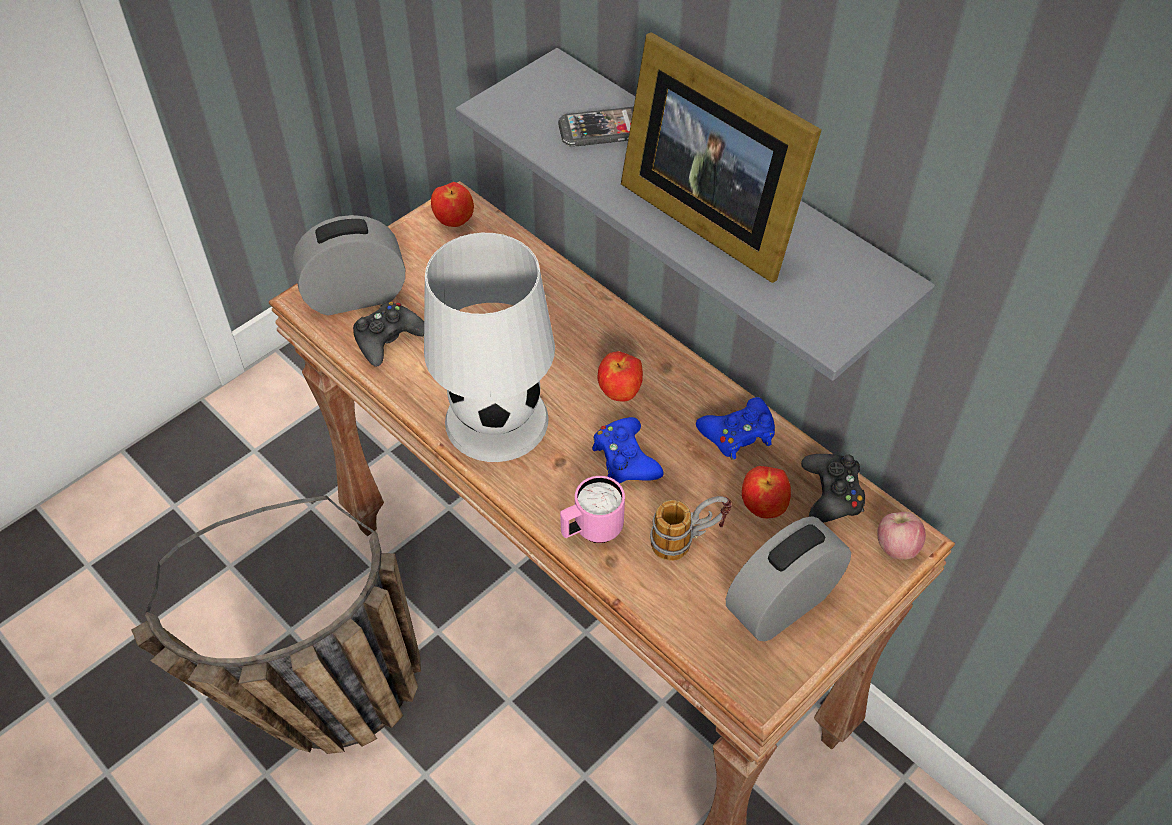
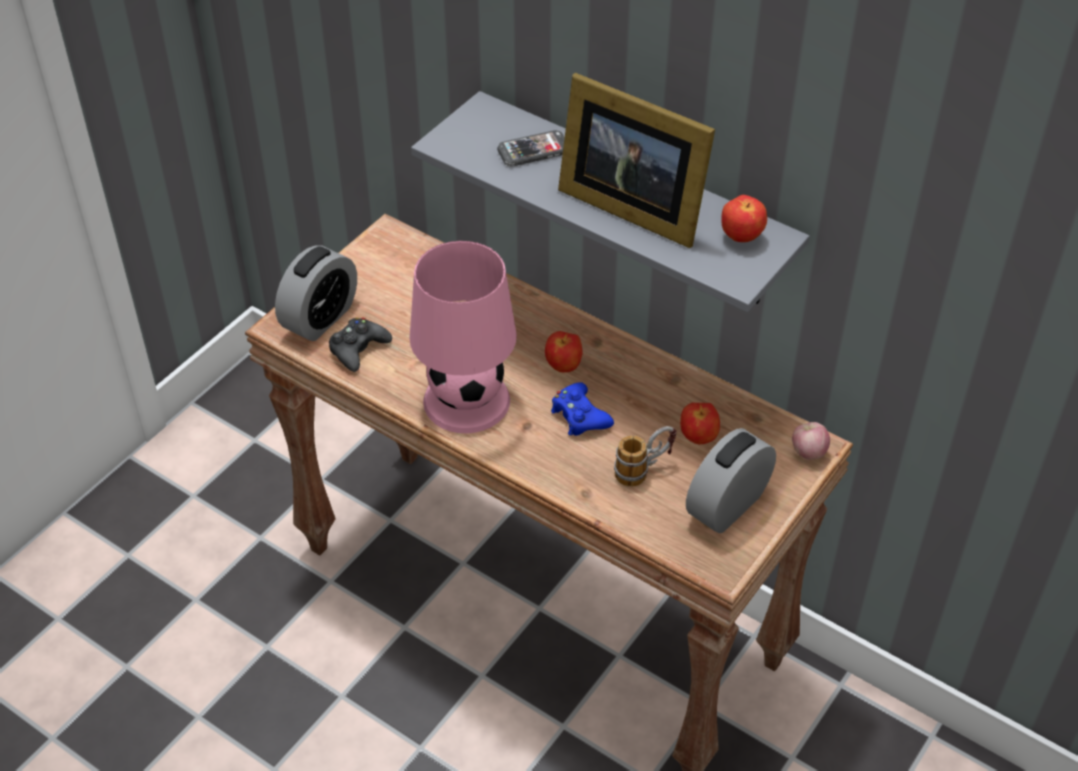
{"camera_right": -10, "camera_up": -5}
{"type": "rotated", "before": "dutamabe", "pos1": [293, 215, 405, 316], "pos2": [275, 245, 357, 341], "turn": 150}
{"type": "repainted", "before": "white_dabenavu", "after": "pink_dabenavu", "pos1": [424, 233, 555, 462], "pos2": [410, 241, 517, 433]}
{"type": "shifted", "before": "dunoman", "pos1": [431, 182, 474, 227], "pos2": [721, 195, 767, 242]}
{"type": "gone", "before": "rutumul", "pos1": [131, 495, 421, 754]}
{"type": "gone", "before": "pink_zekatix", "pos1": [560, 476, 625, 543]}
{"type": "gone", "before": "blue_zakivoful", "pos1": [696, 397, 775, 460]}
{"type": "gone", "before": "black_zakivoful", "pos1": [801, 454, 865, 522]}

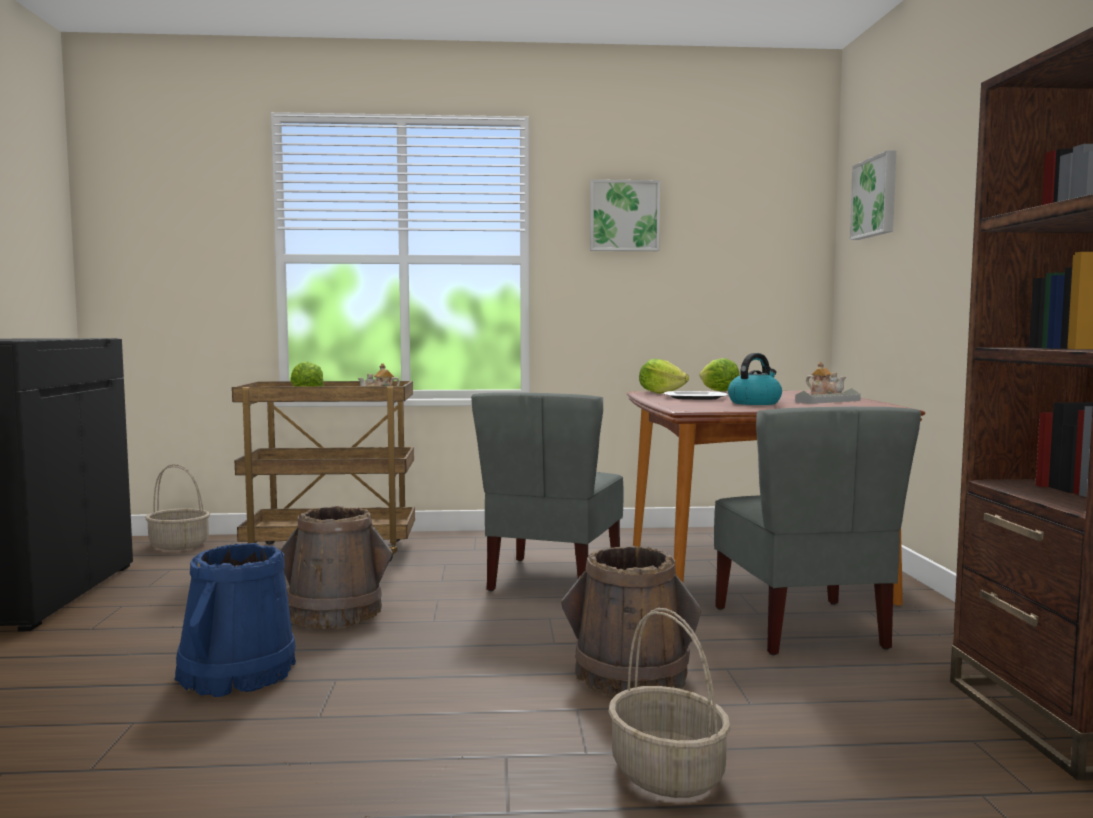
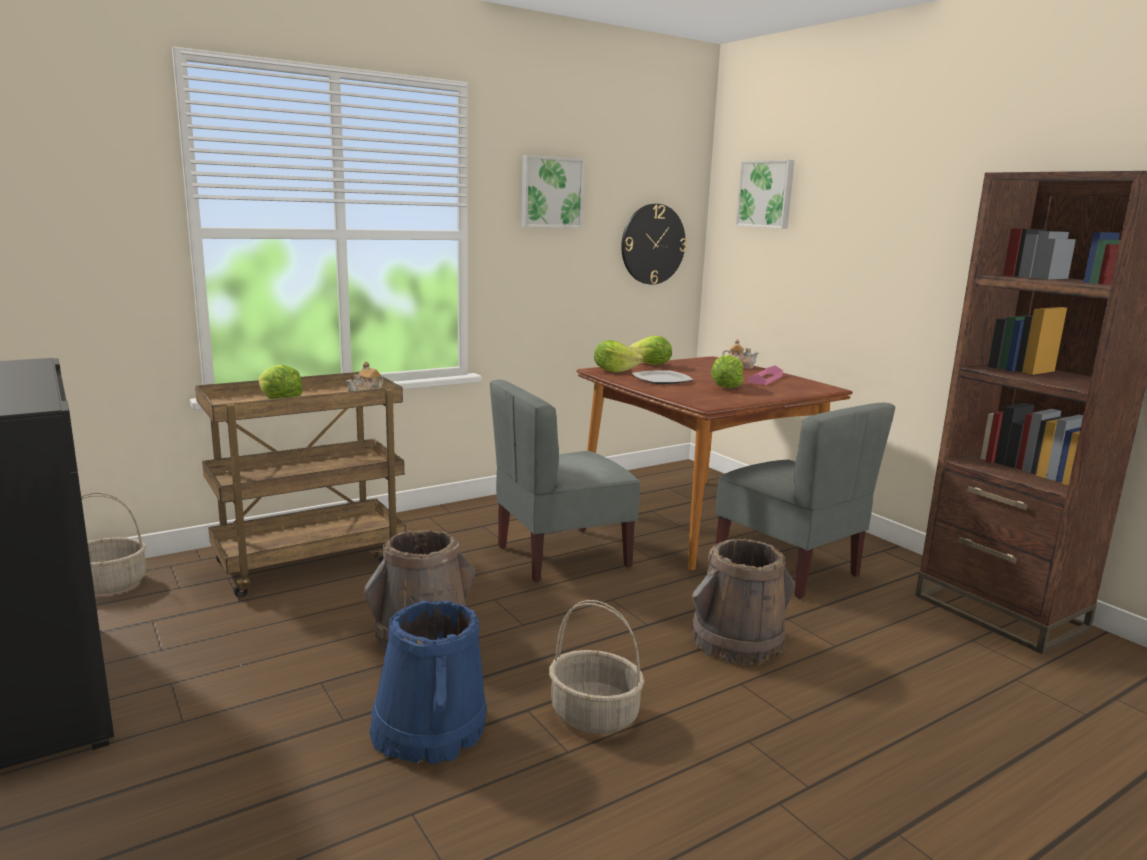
{"camera_right": -30, "camera_up": 10}
{"type": "rotated", "before": "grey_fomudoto", "pos1": [471, 392, 623, 591], "pos2": [490, 380, 640, 582], "turn": 75}
{"type": "shifted", "before": "rutumul", "pos1": [608, 608, 731, 798], "pos2": [549, 600, 644, 734]}
{"type": "new", "after": "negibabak", "pos2": [621, 204, 687, 285]}
{"type": "swapped", "before": "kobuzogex", "after": "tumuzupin", "pos1": [728, 353, 782, 405], "pos2": [711, 355, 743, 388]}
{"type": "repainted", "before": "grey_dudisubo", "after": "pink_dudisubo", "pos1": [795, 388, 861, 404], "pos2": [748, 366, 783, 385]}

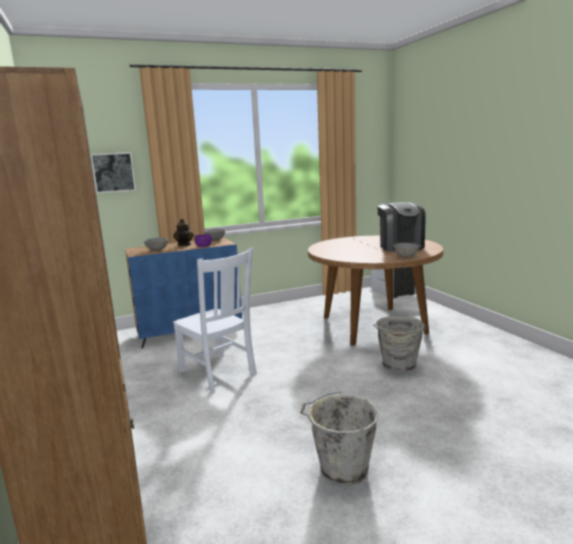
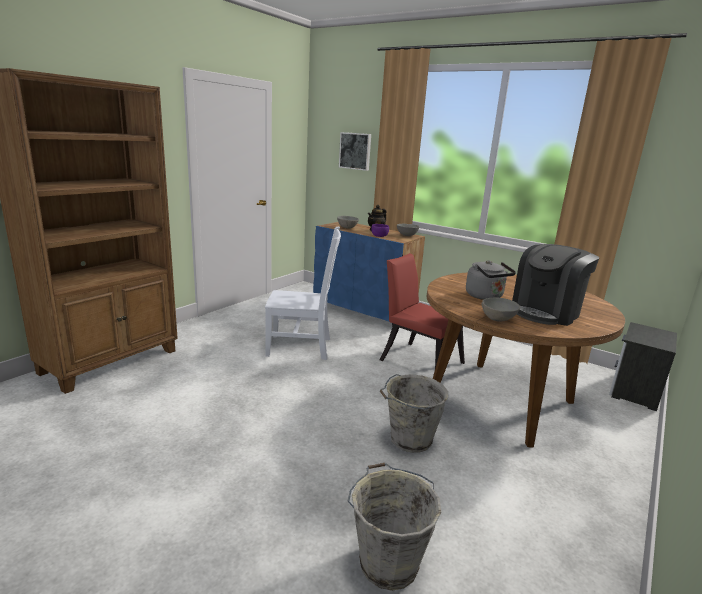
{"camera_right": 55, "camera_up": 5}
{"type": "rotated", "before": "white_fomudoto", "pos1": [173, 248, 257, 393], "pos2": [265, 226, 341, 360], "turn": -105}
{"type": "shifted", "before": "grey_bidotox", "pos1": [300, 392, 379, 486], "pos2": [348, 463, 441, 591]}
{"type": "new", "after": "red_fomudoto", "pos2": [380, 253, 465, 368]}
{"type": "new", "after": "grey_kobuzogex", "pos2": [466, 260, 516, 300]}

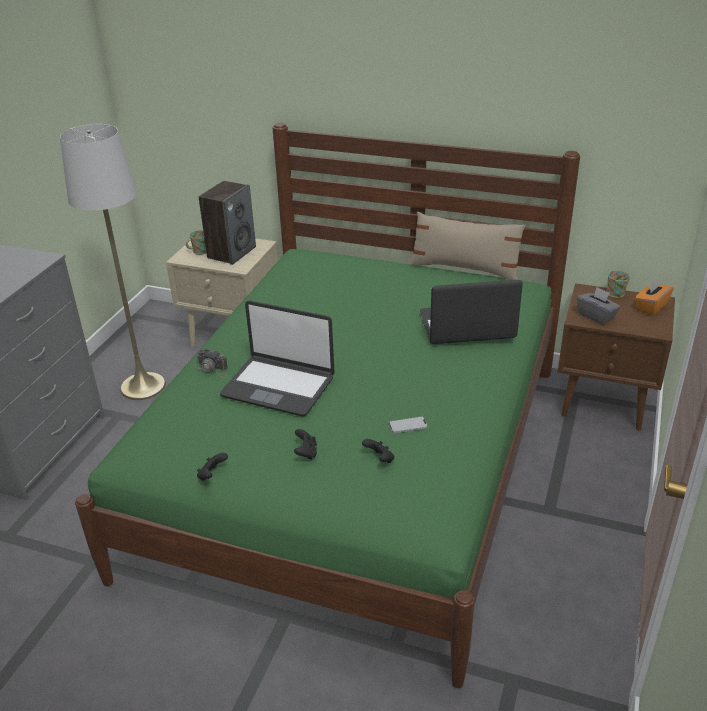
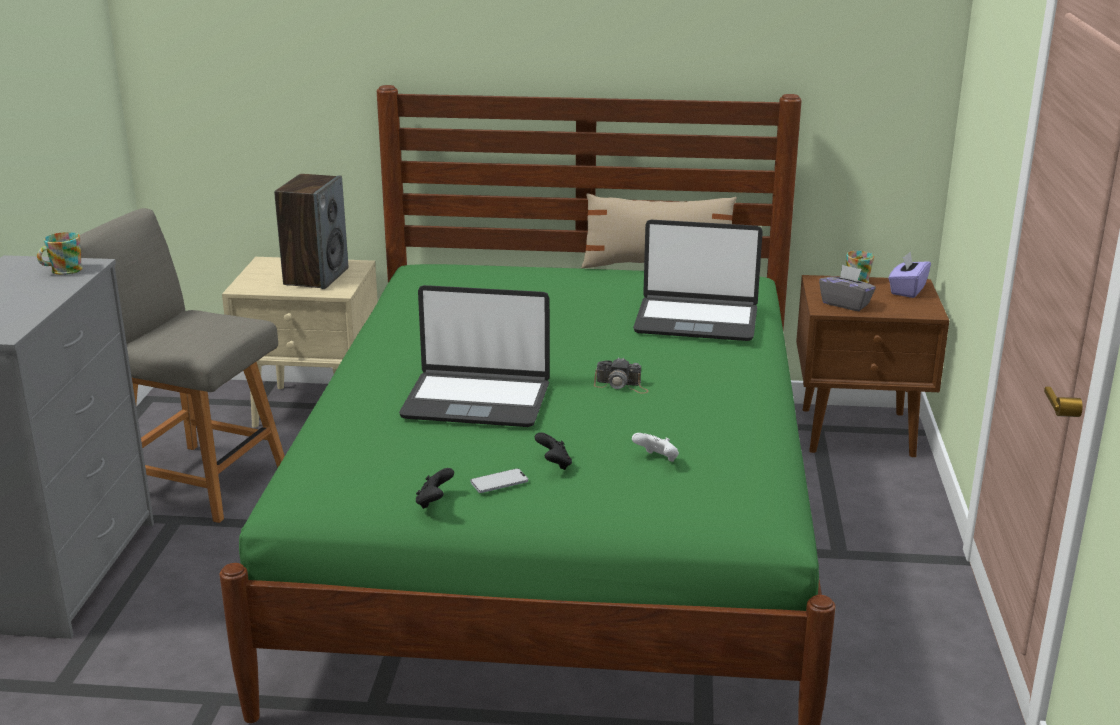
{"camera_right": -15, "camera_up": -10}
{"type": "shifted", "before": "zekatix", "pos1": [186, 230, 206, 255], "pos2": [37, 232, 83, 275]}
{"type": "swapped", "before": "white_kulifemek", "after": "grey_fomudoto", "pos1": [60, 124, 166, 400], "pos2": [80, 208, 285, 523]}
{"type": "shifted", "before": "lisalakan", "pos1": [389, 416, 428, 433], "pos2": [470, 468, 528, 493]}
{"type": "shifted", "before": "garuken", "pos1": [195, 349, 228, 378], "pos2": [594, 357, 648, 393]}
{"type": "repainted", "before": "black_zakivoful", "after": "white_zakivoful", "pos1": [362, 439, 394, 463], "pos2": [632, 433, 679, 462]}
{"type": "rotated", "before": "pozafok", "pos1": [420, 280, 523, 344], "pos2": [633, 220, 763, 341], "turn": -150}
{"type": "repainted", "before": "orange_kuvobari", "after": "purple_kuvobari", "pos1": [635, 279, 674, 315], "pos2": [888, 252, 931, 298]}

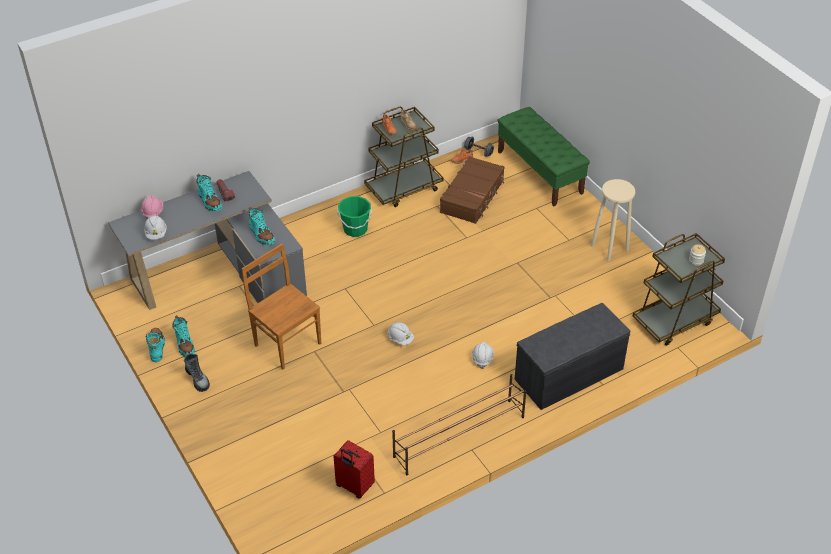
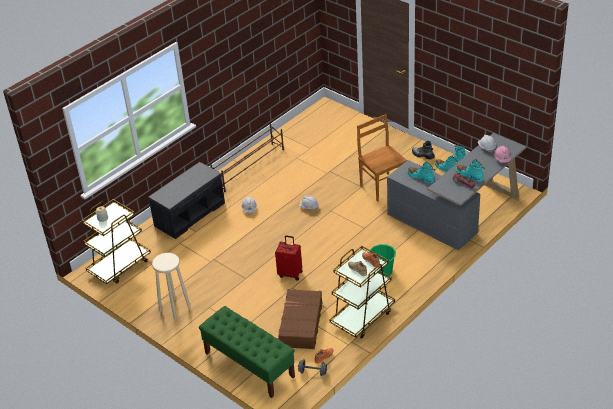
{"camera_right": 165, "camera_up": -5}
{"type": "shifted", "before": "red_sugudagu", "pos1": [333, 440, 375, 499], "pos2": [275, 235, 303, 281]}
{"type": "rotated", "before": "brown_fomudoto", "pos1": [242, 243, 321, 369], "pos2": [357, 114, 407, 202], "turn": -150}

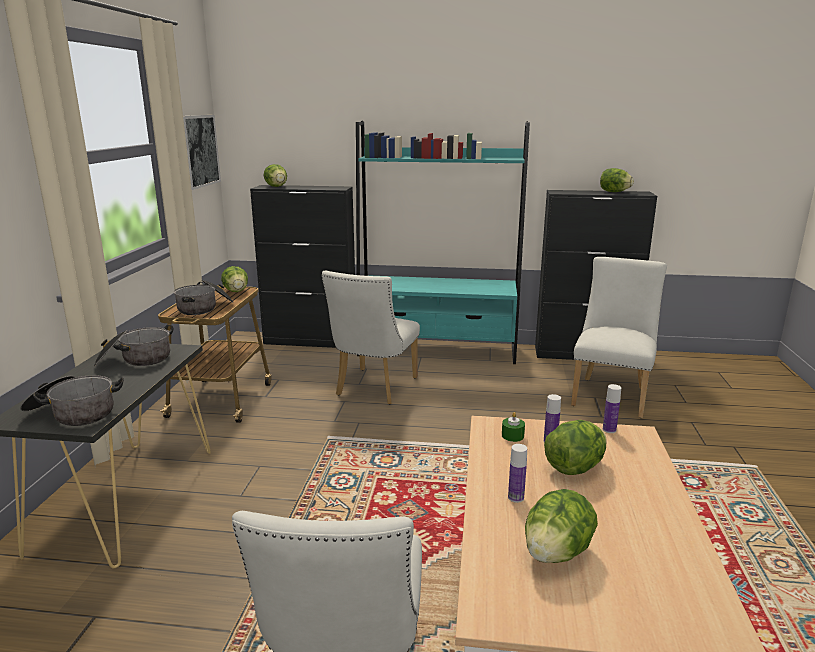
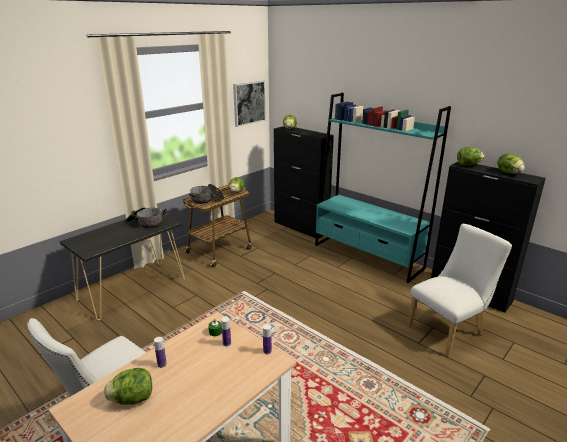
{"camera_right": 35, "camera_up": 5}
{"type": "shifted", "before": "tumuzupin", "pos1": [544, 420, 607, 475], "pos2": [457, 147, 484, 166]}
{"type": "gone", "before": "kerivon", "pos1": [20, 375, 124, 426]}
{"type": "gone", "before": "white_fomudoto", "pos1": [322, 271, 420, 404]}

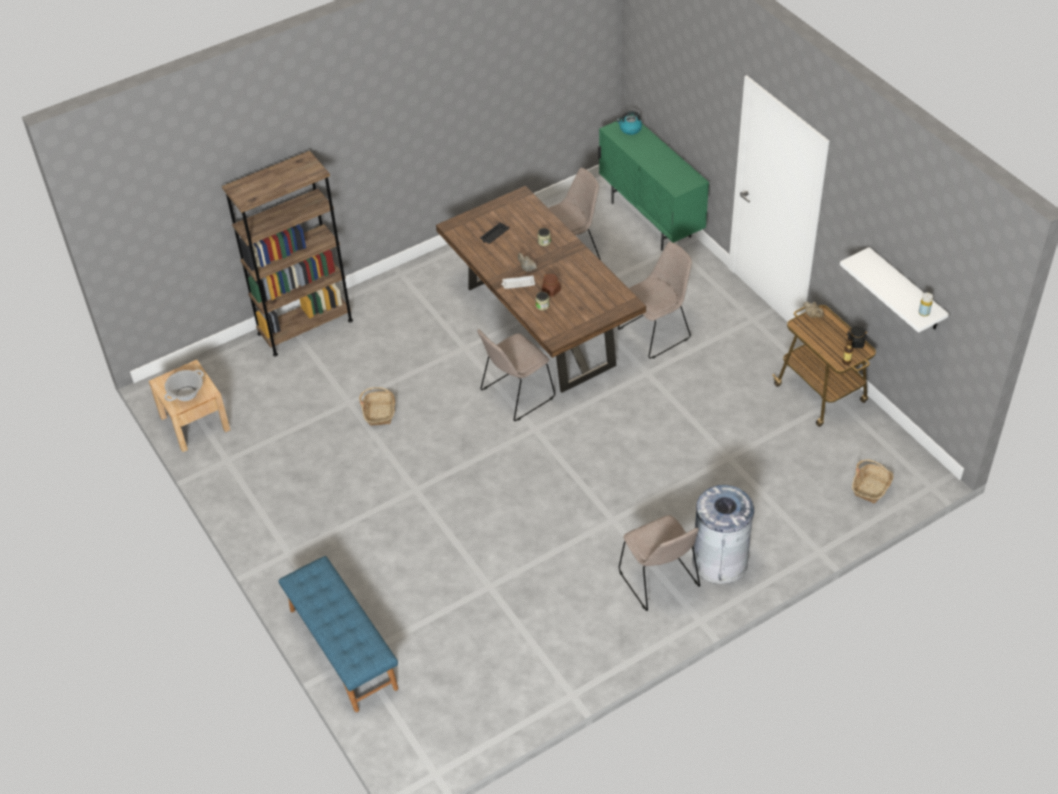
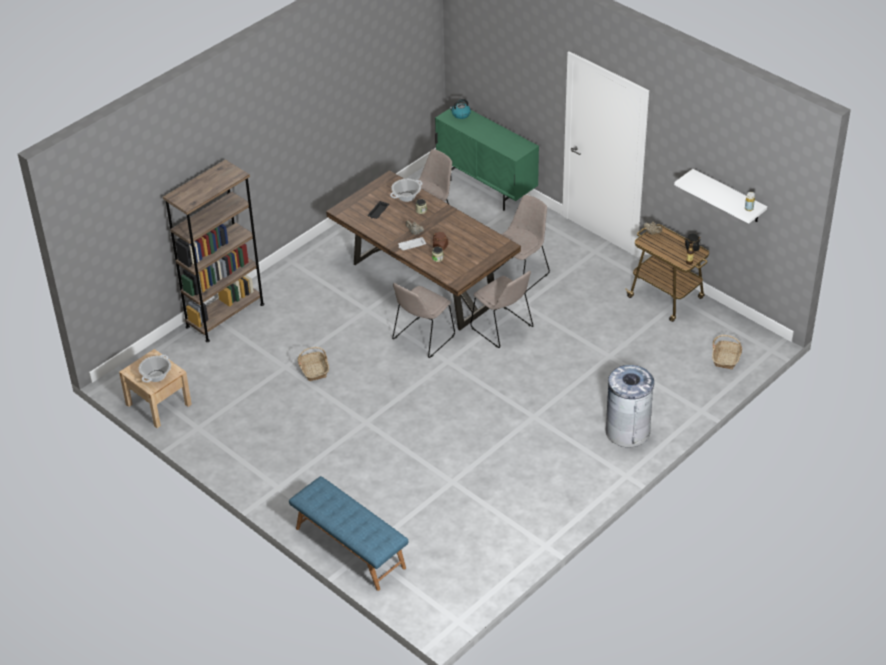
{"camera_right": -15, "camera_up": -5}
{"type": "new", "after": "kerivon", "pos2": [390, 179, 422, 202]}
{"type": "shifted", "before": "beige_fomudoto", "pos1": [619, 515, 700, 611], "pos2": [470, 271, 533, 348]}

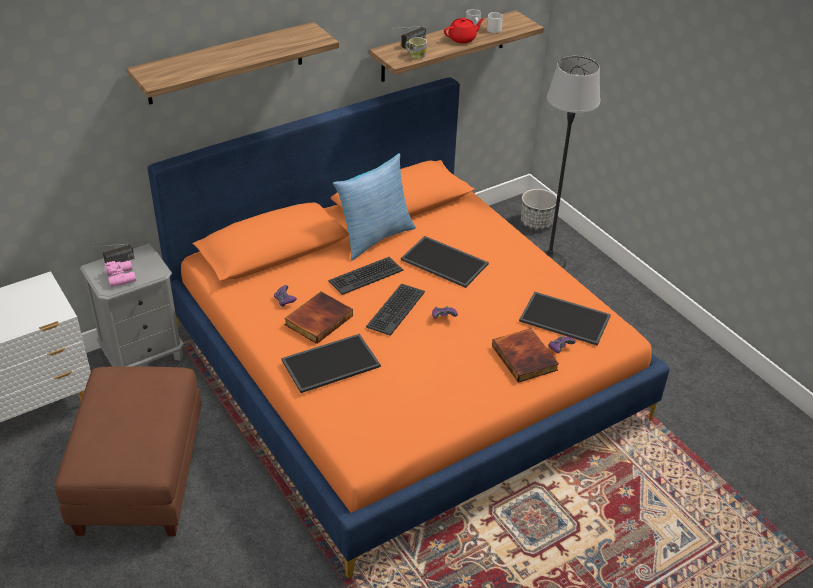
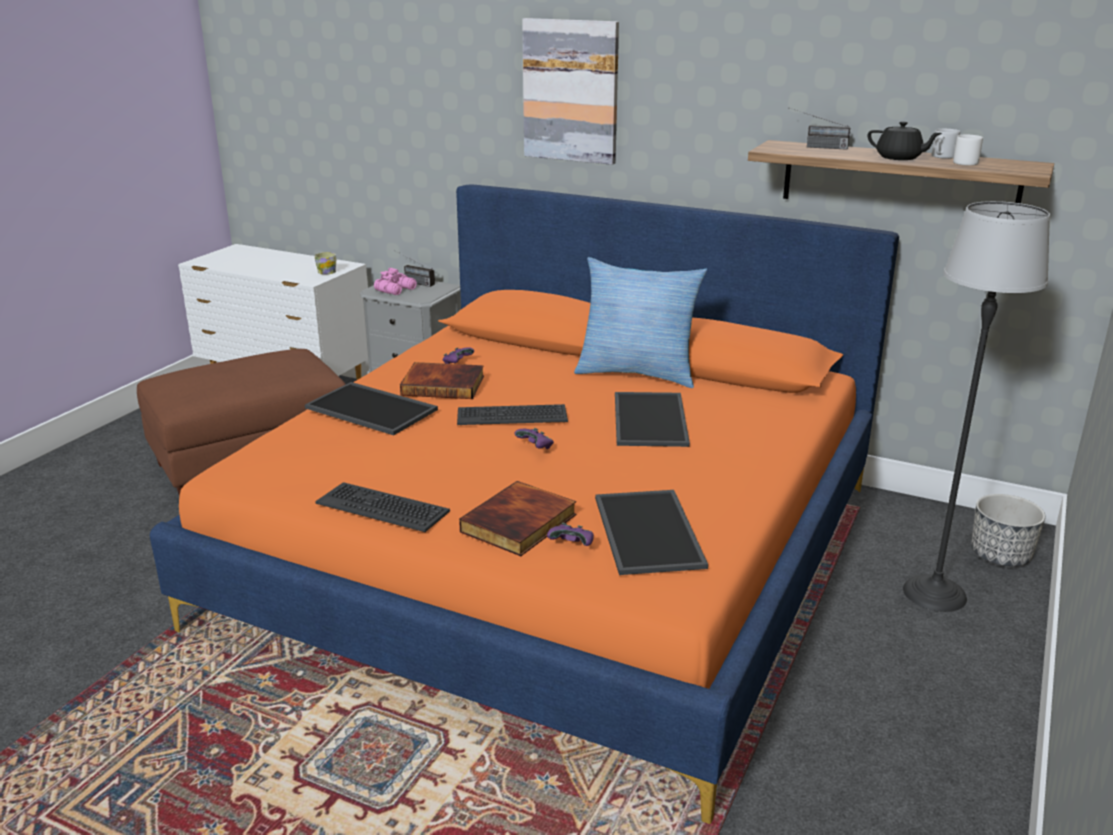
{"camera_right": 60, "camera_up": -15}
{"type": "shifted", "before": "zekatix", "pos1": [405, 37, 427, 59], "pos2": [315, 252, 336, 275]}
{"type": "shifted", "before": "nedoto", "pos1": [328, 257, 403, 295], "pos2": [315, 482, 450, 532]}
{"type": "swapped", "before": "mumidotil", "after": "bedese", "pos1": [126, 22, 339, 105], "pos2": [522, 18, 619, 165]}
{"type": "repainted", "before": "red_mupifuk", "after": "black_mupifuk", "pos1": [444, 18, 484, 43], "pos2": [868, 121, 942, 160]}

